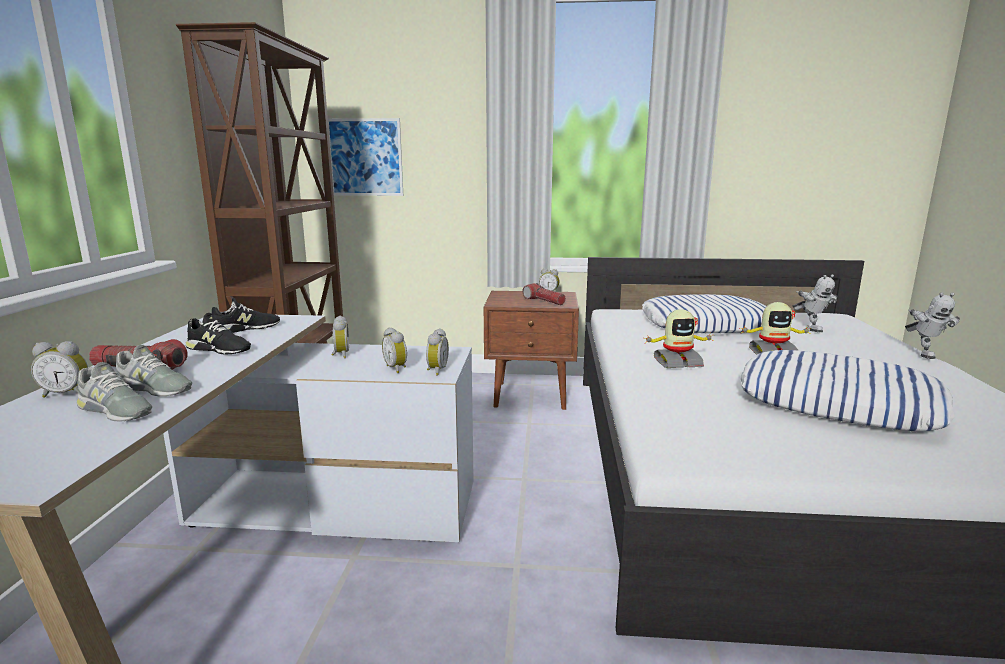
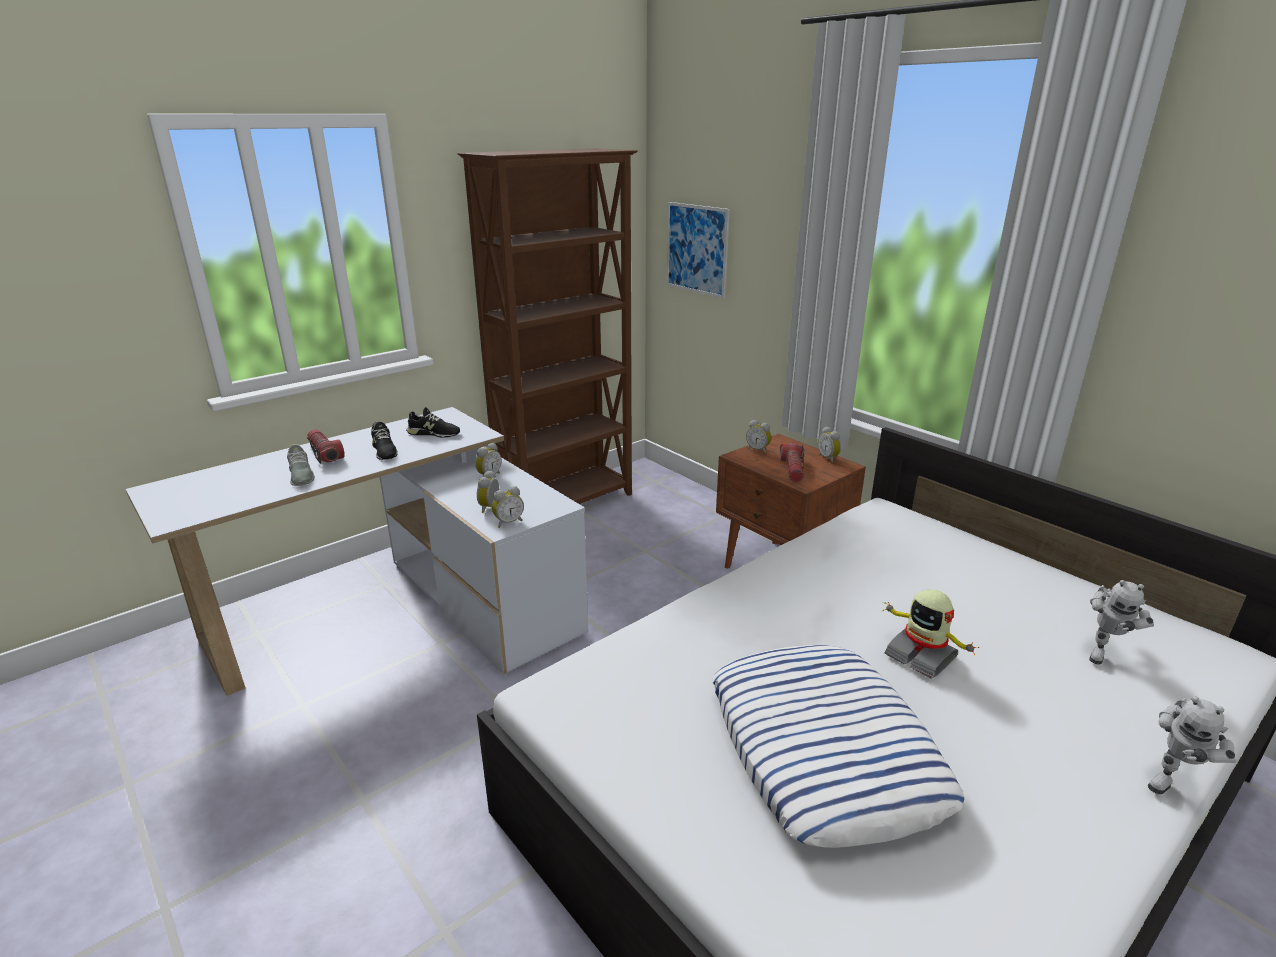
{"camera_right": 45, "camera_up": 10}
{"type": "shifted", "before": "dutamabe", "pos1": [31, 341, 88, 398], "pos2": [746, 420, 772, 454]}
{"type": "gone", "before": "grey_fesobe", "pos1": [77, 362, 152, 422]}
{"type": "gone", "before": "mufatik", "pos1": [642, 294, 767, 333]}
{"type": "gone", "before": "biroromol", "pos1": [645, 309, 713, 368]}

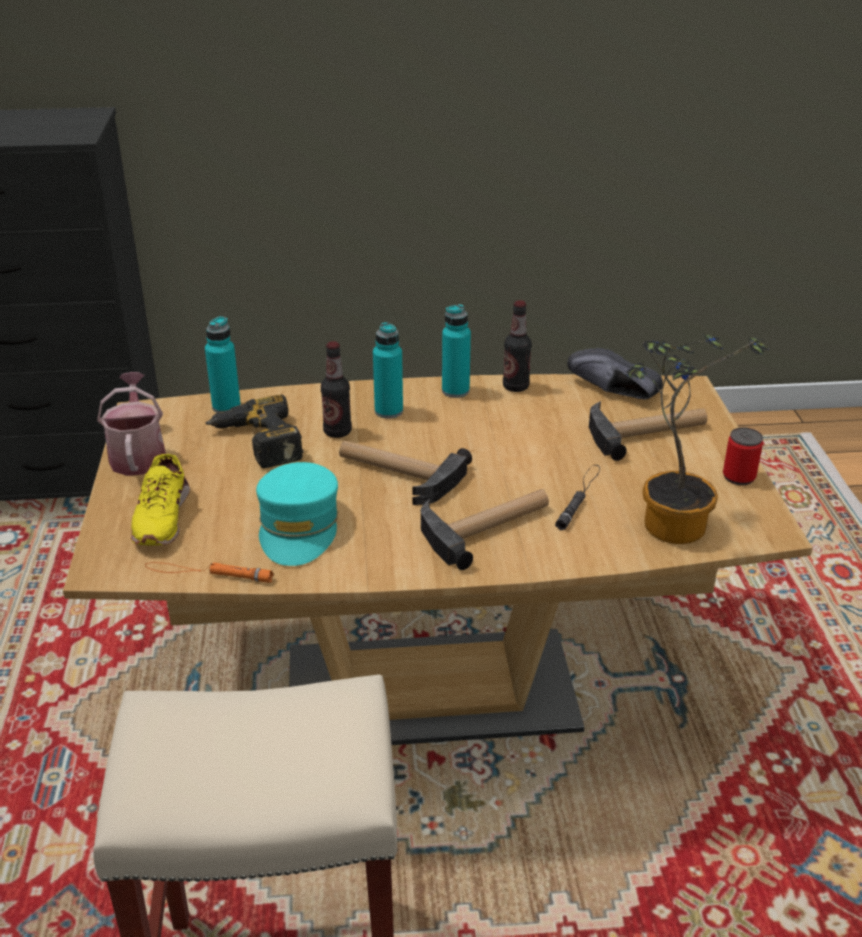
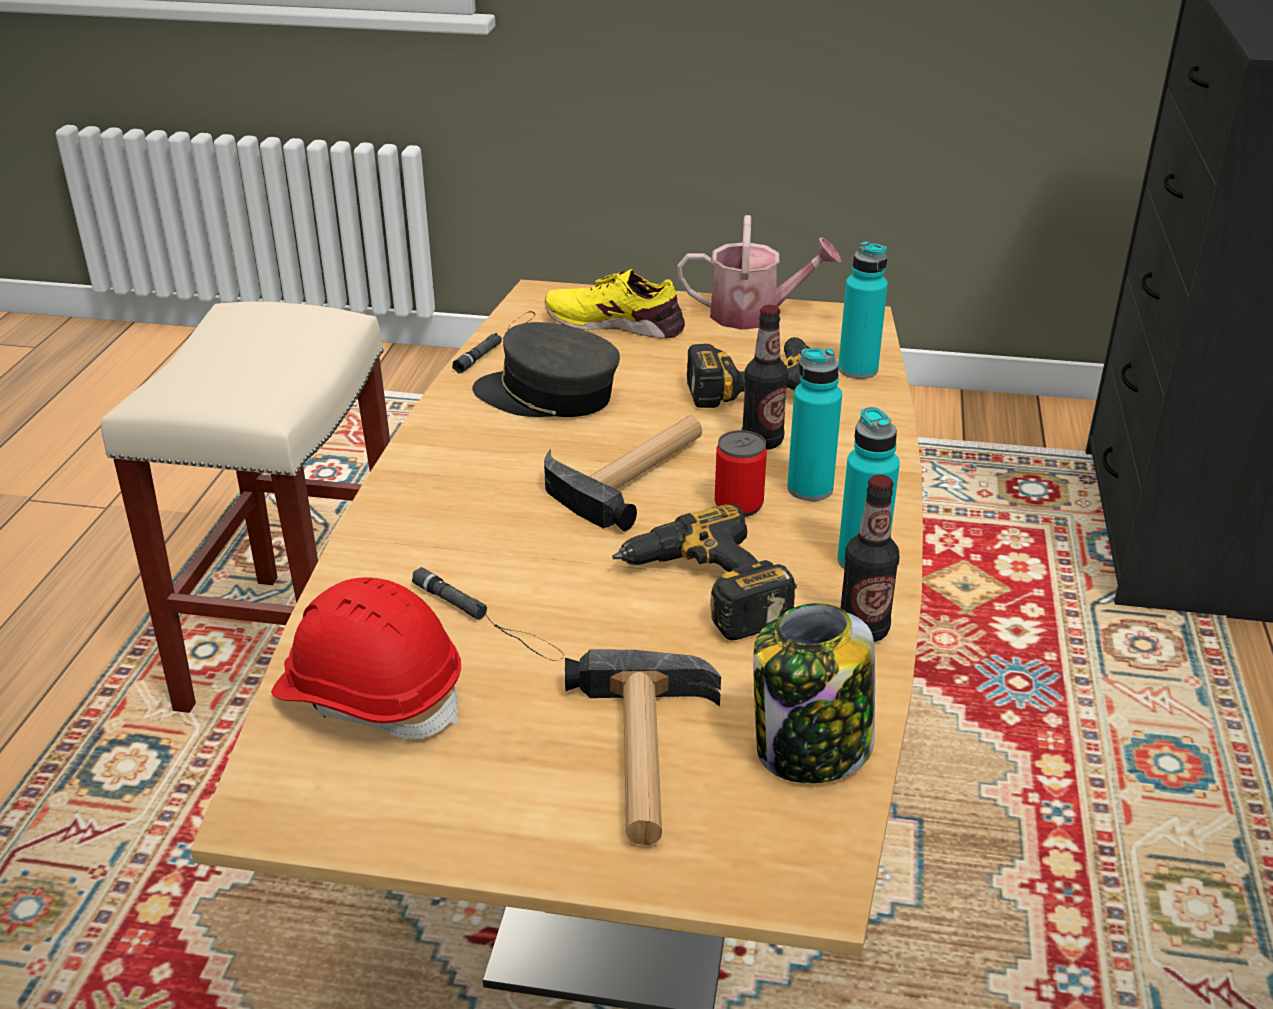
{"camera_right": 105, "camera_up": 0}
{"type": "swapped", "before": "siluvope", "after": "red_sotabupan", "pos1": [626, 335, 769, 544], "pos2": [271, 577, 461, 739]}
{"type": "repainted", "before": "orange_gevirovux", "after": "black_gevirovux", "pos1": [145, 562, 274, 583], "pos2": [452, 311, 535, 373]}
{"type": "repainted", "before": "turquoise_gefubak", "after": "grey_gefubak", "pos1": [256, 462, 338, 566], "pos2": [472, 322, 620, 417]}
{"type": "new", "after": "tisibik", "pos2": [612, 504, 797, 640]}
{"type": "shifted", "before": "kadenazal", "pos1": [723, 427, 763, 485], "pos2": [715, 430, 767, 517]}
{"type": "swapped", "before": "black_fesobe", "after": "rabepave", "pos1": [567, 348, 663, 400], "pos2": [753, 603, 875, 783]}
{"type": "gone", "before": "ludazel", "pos1": [421, 489, 549, 570]}

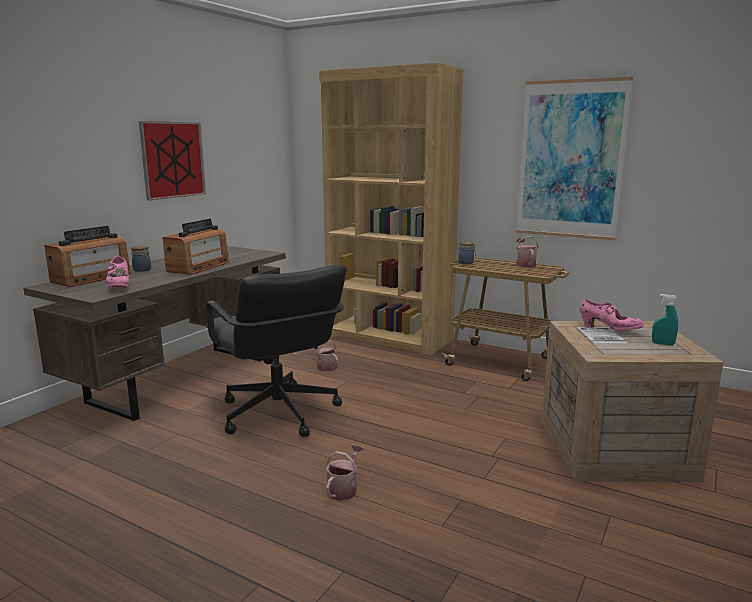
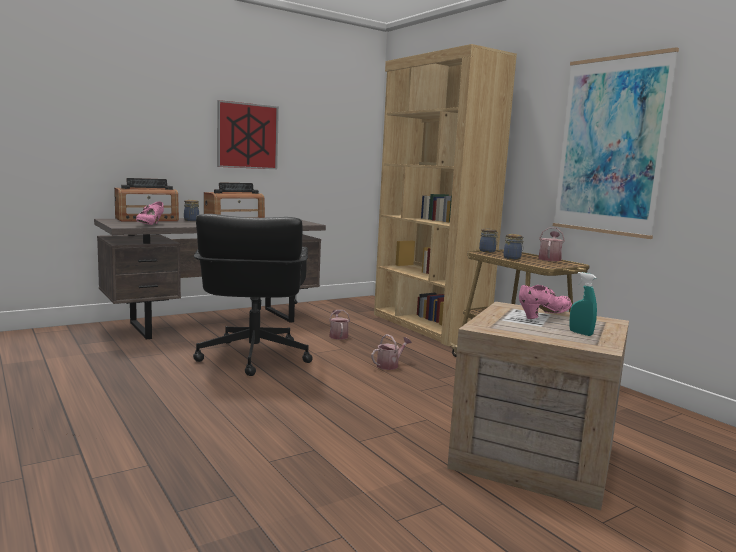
{"camera_right": 25, "camera_up": -5}
{"type": "shifted", "before": "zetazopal", "pos1": [326, 445, 363, 501], "pos2": [371, 334, 412, 370]}
{"type": "new", "after": "rabepave", "pos2": [503, 234, 524, 260]}
{"type": "rotated", "before": "pink_fesobe", "pos1": [580, 298, 644, 330], "pos2": [519, 285, 572, 319], "turn": -90}

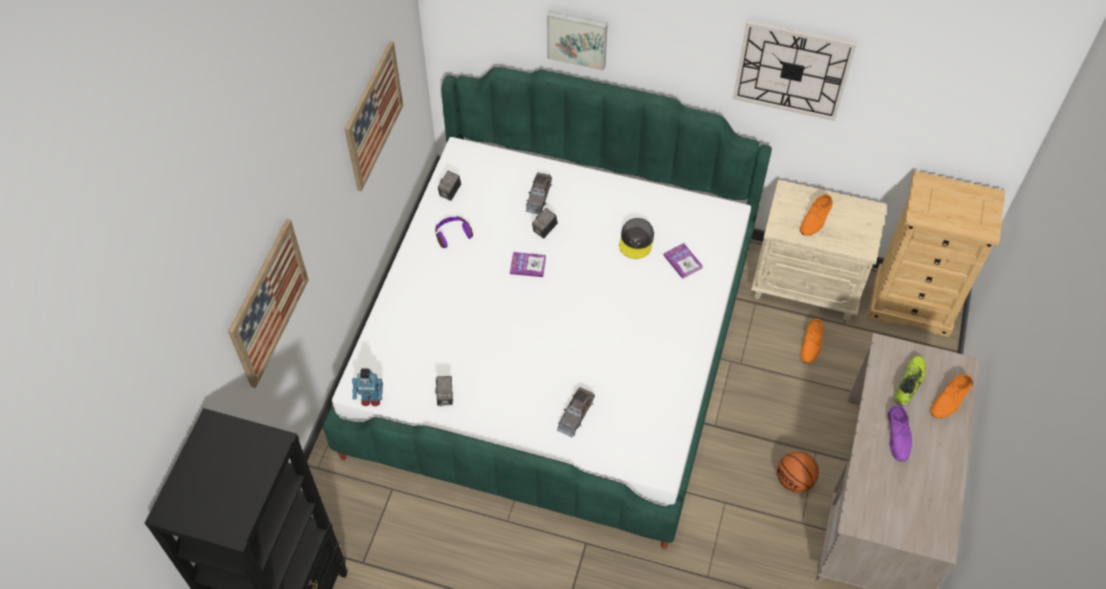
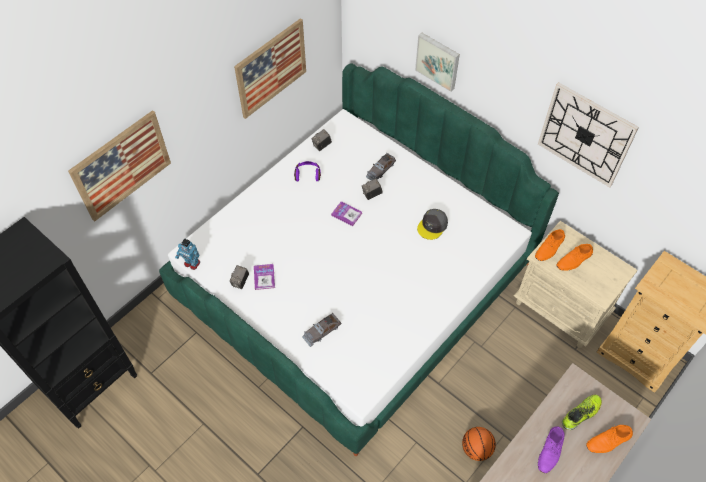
{"camera_right": 25, "camera_up": 0}
{"type": "shifted", "before": "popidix", "pos1": [664, 243, 703, 279], "pos2": [254, 264, 275, 290]}
{"type": "shifted", "before": "orange_fesobe", "pos1": [800, 319, 823, 363], "pos2": [535, 229, 565, 261]}

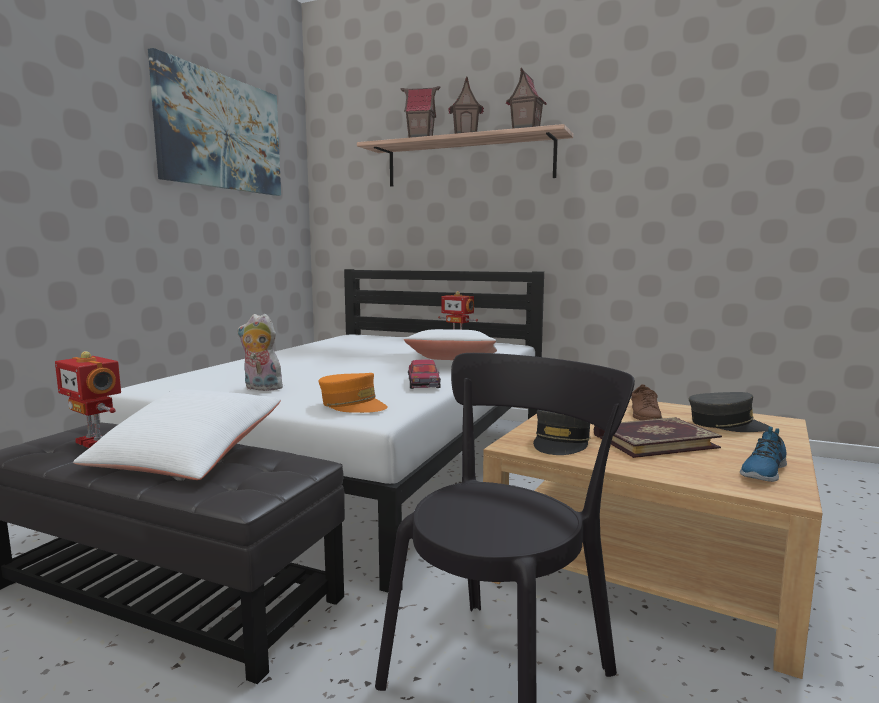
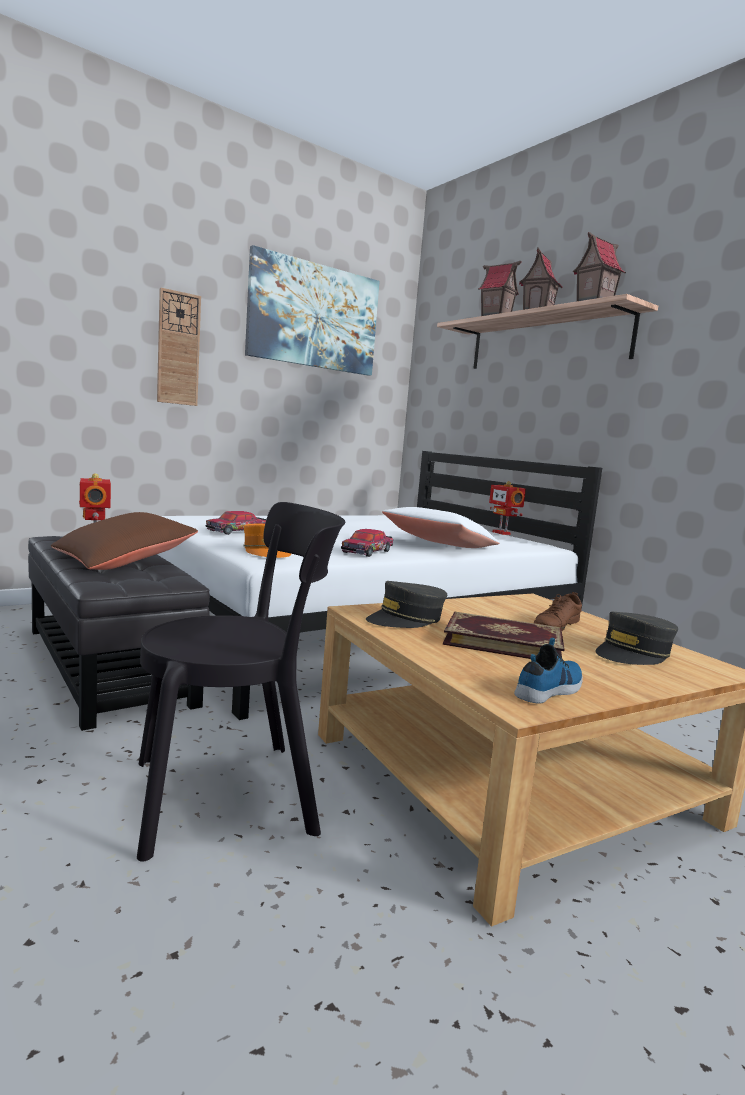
{"camera_right": 30, "camera_up": 0}
{"type": "repainted", "before": "white_mufatik", "after": "brown_mufatik", "pos1": [73, 390, 281, 480], "pos2": [51, 512, 198, 570]}
{"type": "new", "after": "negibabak", "pos2": [157, 288, 201, 406]}
{"type": "swapped", "before": "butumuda", "after": "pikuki", "pos1": [237, 314, 285, 391], "pos2": [206, 511, 266, 535]}
{"type": "rotated", "before": "fesobe", "pos1": [740, 426, 787, 482], "pos2": [514, 638, 583, 704], "turn": 150}
{"type": "rotated", "before": "grey_gefubak", "pos1": [689, 392, 769, 432], "pos2": [596, 612, 678, 665], "turn": 90}

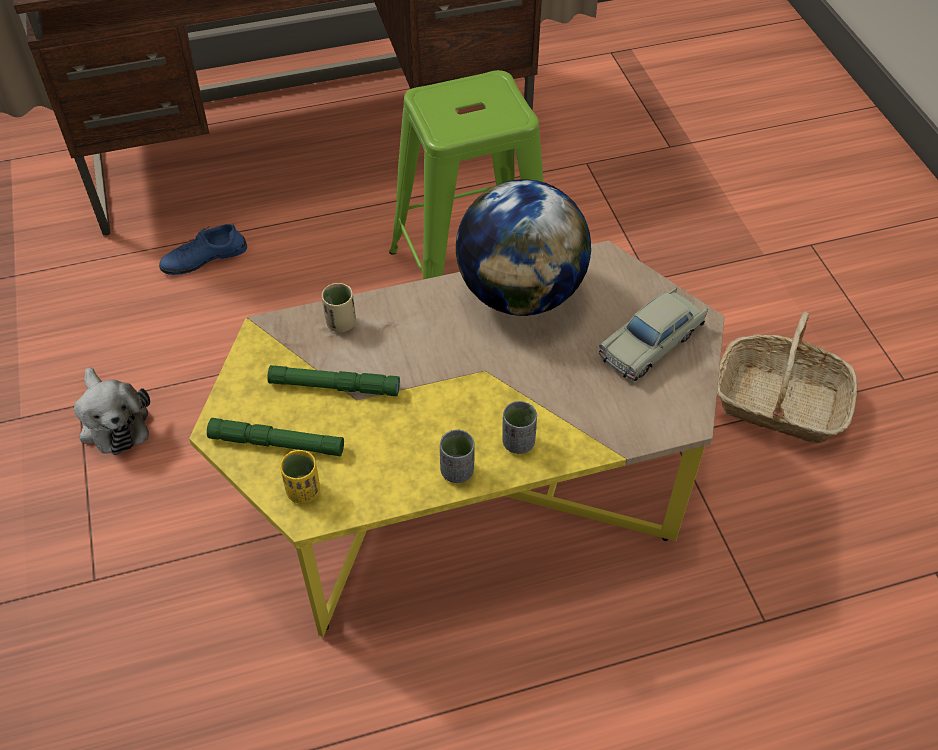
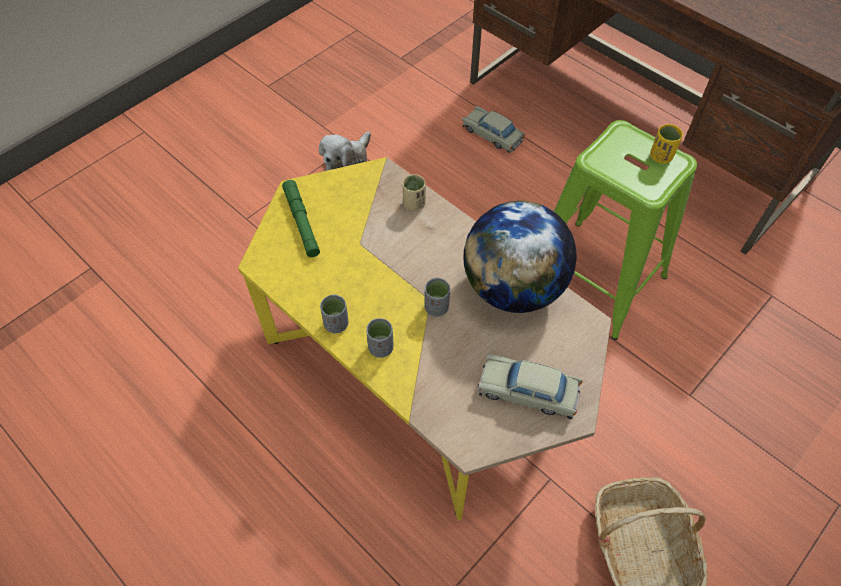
{"camera_right": 60, "camera_up": 5}
{"type": "new", "after": "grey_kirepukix", "pos2": [424, 278, 450, 317]}
{"type": "swapped", "before": "blue_fesobe", "after": "beige_pikuki", "pos1": [159, 224, 247, 275], "pos2": [462, 106, 525, 153]}
{"type": "shifted", "before": "yellow_kirepukix", "pos1": [280, 450, 320, 504], "pos2": [650, 124, 683, 163]}
{"type": "gone", "before": "green_gevirovux", "pos1": [267, 365, 400, 396]}

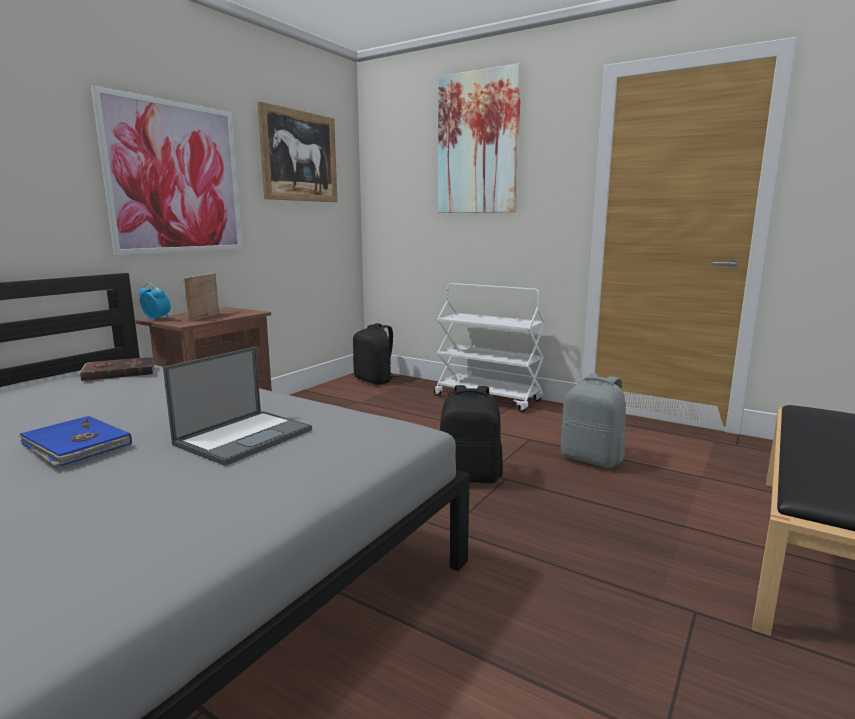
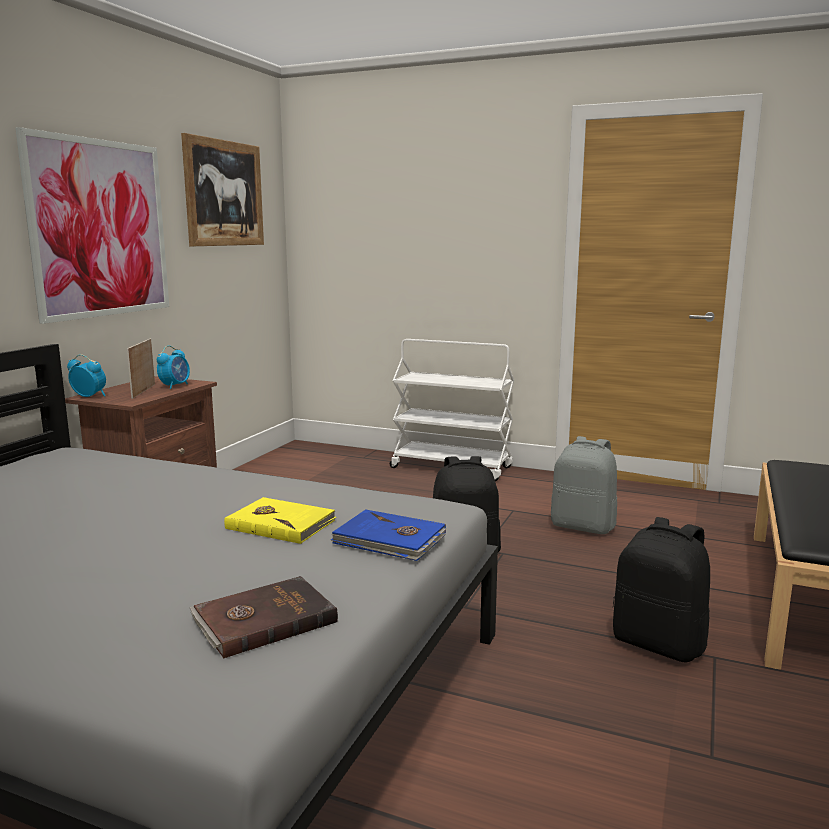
{"camera_right": -10, "camera_up": 0}
{"type": "new", "after": "dutamabe", "pos2": [157, 345, 190, 389]}
{"type": "shifted", "before": "brown_popidix", "pos1": [79, 357, 155, 381], "pos2": [189, 576, 338, 659]}
{"type": "swapped", "before": "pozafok", "after": "yellow_popidix", "pos1": [163, 347, 312, 466], "pos2": [224, 497, 337, 544]}
{"type": "shifted", "before": "blue_popidix", "pos1": [19, 416, 132, 466], "pos2": [331, 509, 446, 561]}
{"type": "shifted", "before": "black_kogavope", "pos1": [353, 323, 399, 385], "pos2": [613, 517, 710, 662]}
{"type": "gone", "before": "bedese", "pos1": [438, 63, 522, 213]}

